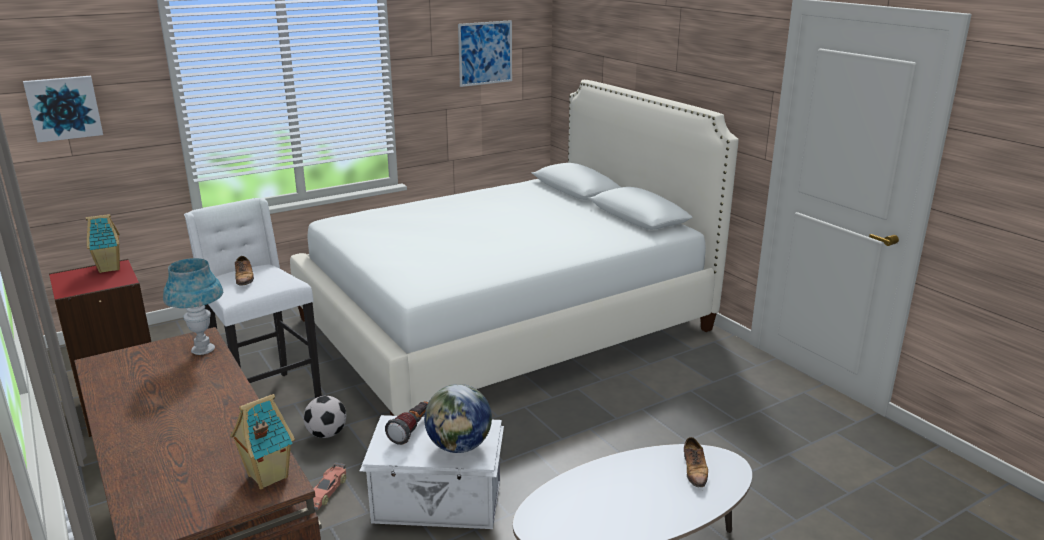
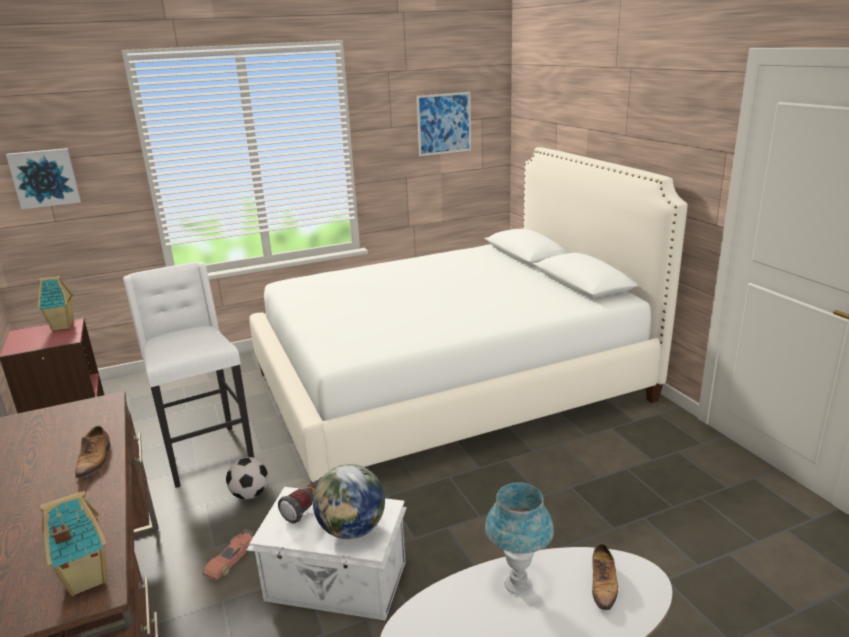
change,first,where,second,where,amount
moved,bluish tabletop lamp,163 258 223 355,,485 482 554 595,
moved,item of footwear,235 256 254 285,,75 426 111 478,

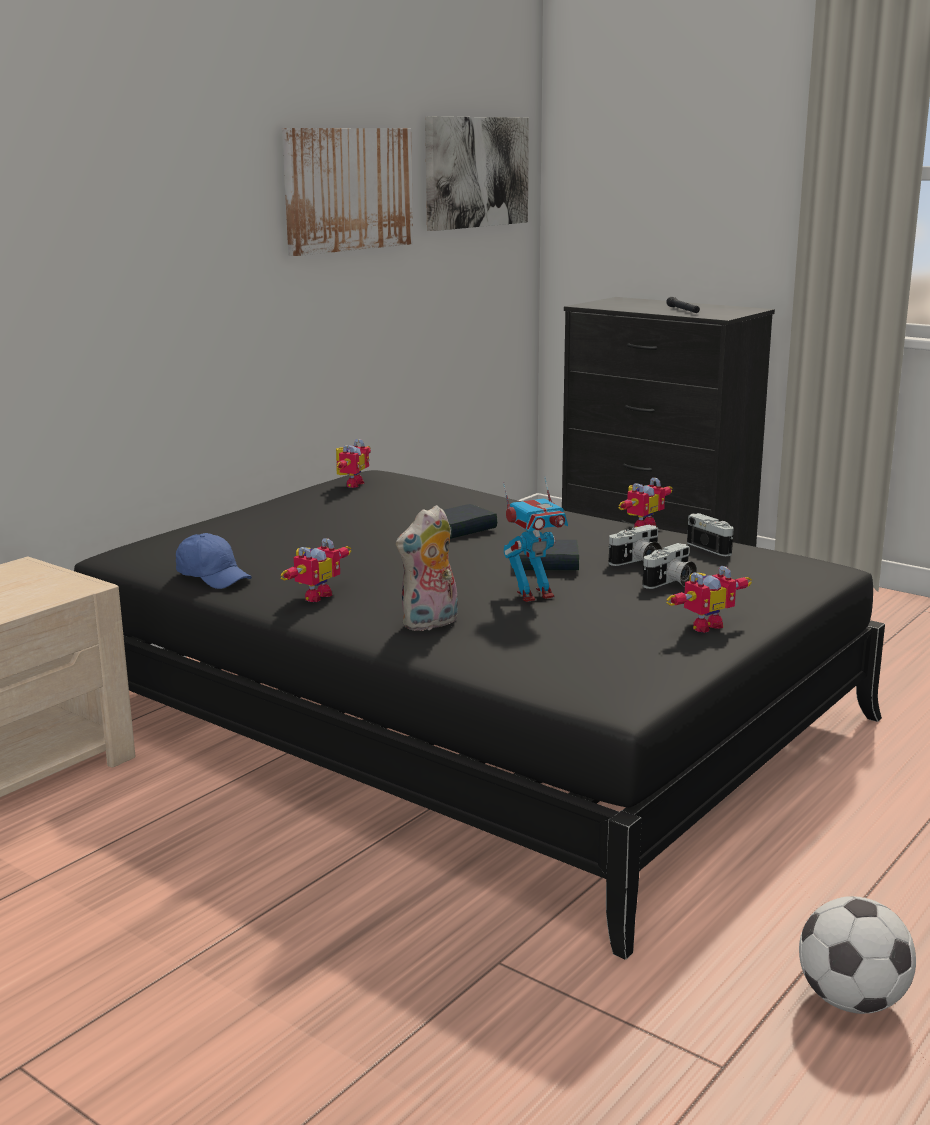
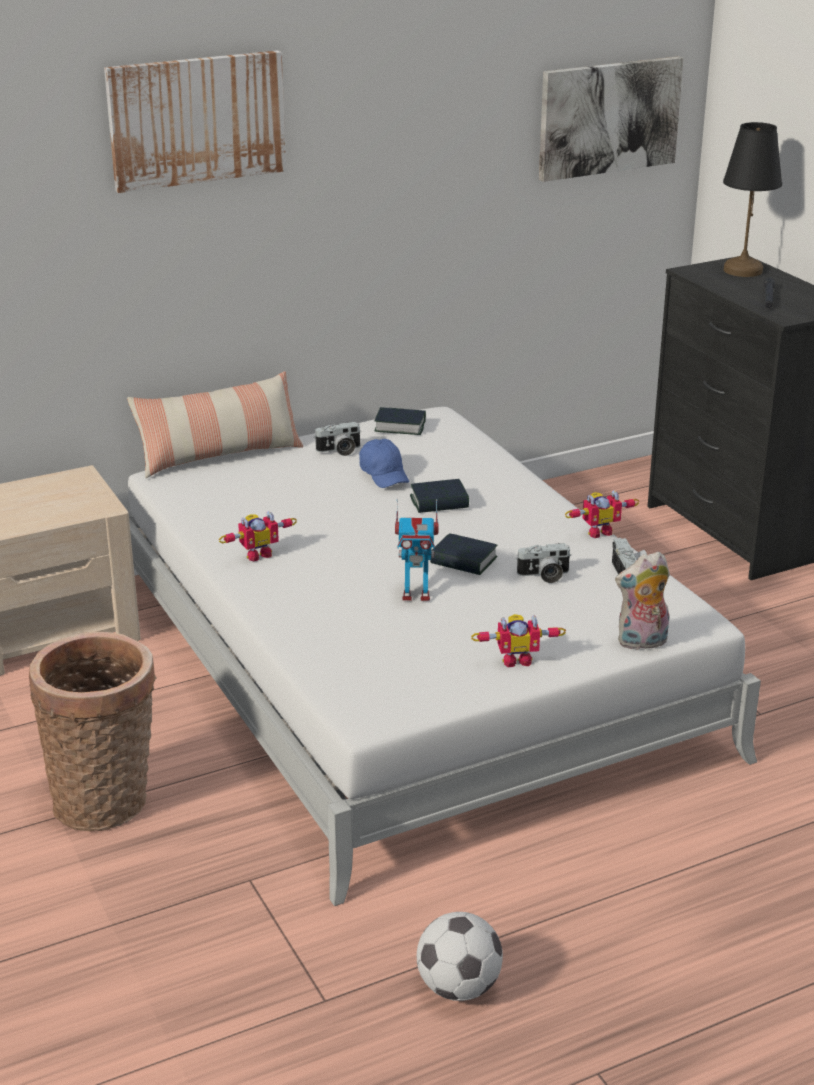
change,first,where,second,where,amount
added,,,storage basket,29 632 156 831,
added,,,cushion,127 371 303 478,
added,,,black tabletop lamp,723 122 782 277,
moved,bluish cap,176 533 252 589,,359 439 410 488,
moved,picture,282 128 413 256,,104 50 286 193,
moved,plush toy,396 505 458 631,,615 551 670 650,
moved,still camera,642 543 697 589,,314 422 360 456,
replaced,robot figure,336 439 371 488,volume,374 407 426 435,
recoloured,black sleeping bed,74 470 885 960,whitish sleeping bed,128 407 761 906,

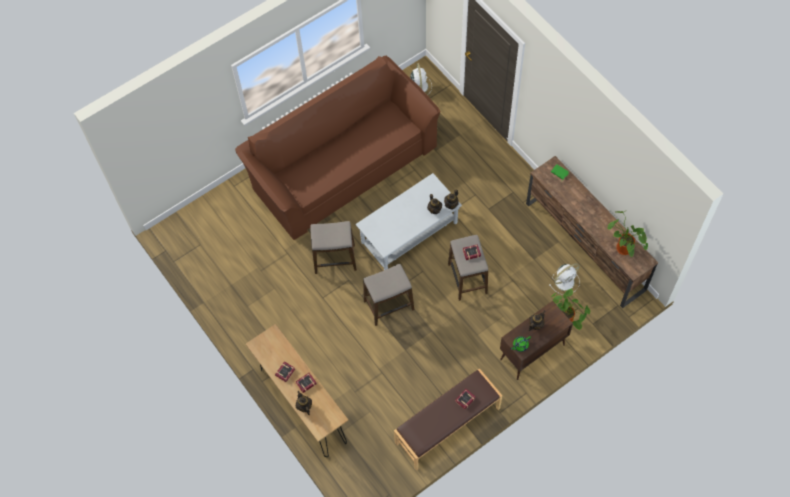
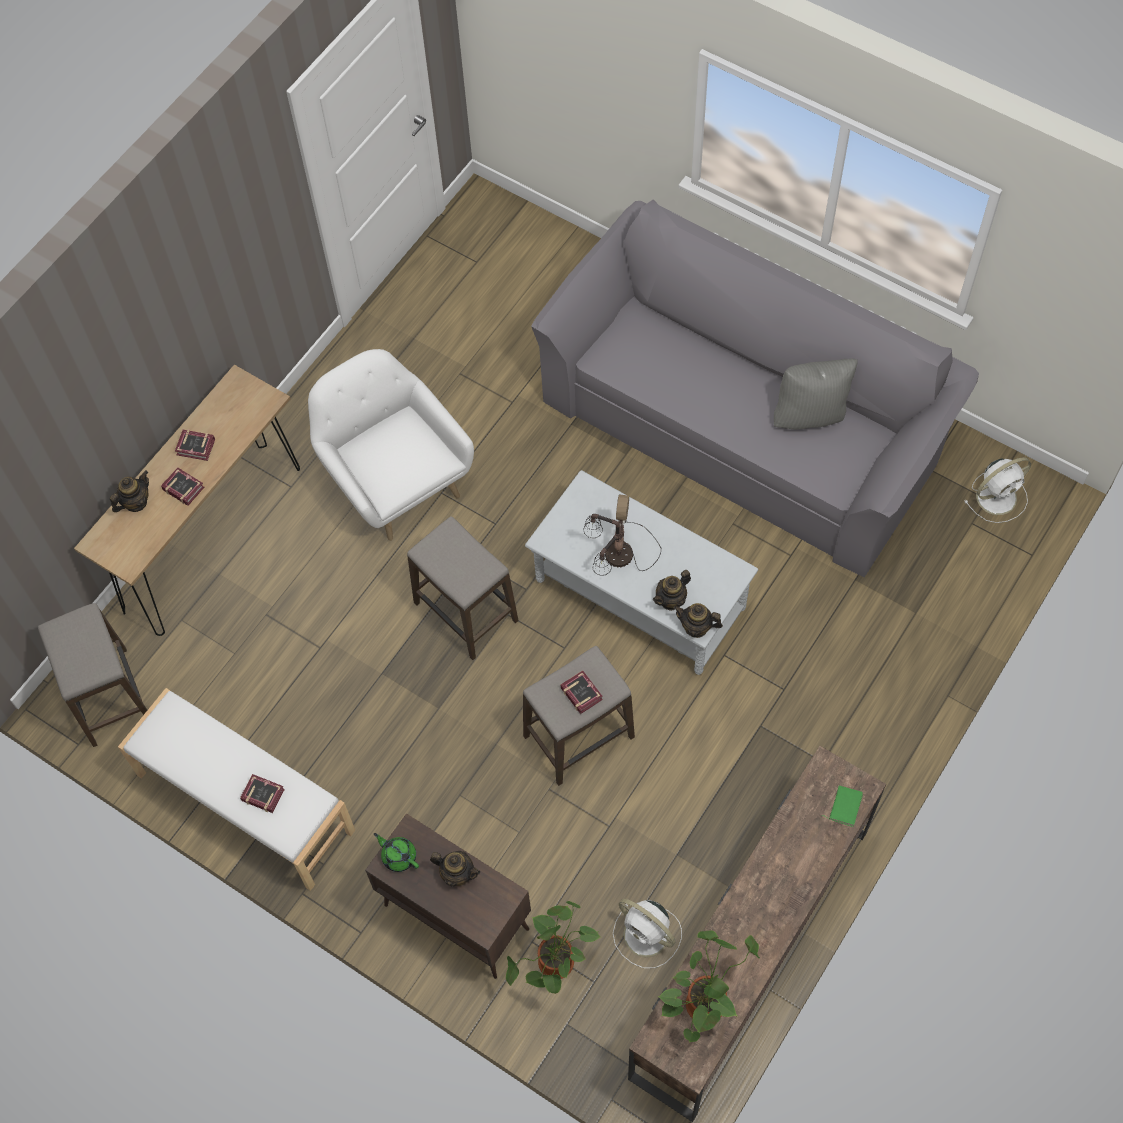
change,first,where,second,where,amount
added,,,whitish armchair,308 349 474 541,
added,,,tabletop lamp,584 494 661 576,
added,,,grey cushion,774 358 858 429,
moved,stool,310 221 357 274,,38 603 147 747,
recoloured,brown-coloured settee,235 56 440 240,grey settee,531 200 979 577,
recoloured,brown-coloured long seat,394 368 502 471,whitish long seat,118 688 355 891,

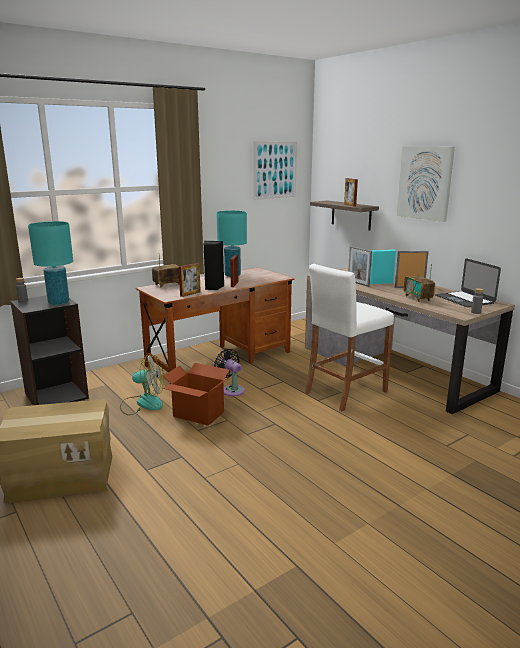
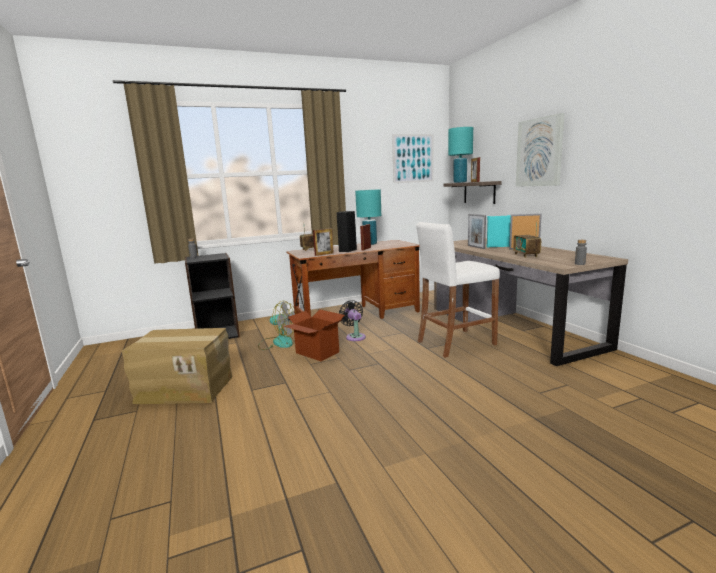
change,first,where,second,where,amount
removed,notebook computer,435 258 501 307,,,
moved,turquoise-coloured tabletop lamp,28 221 73 305,,448 127 473 183,

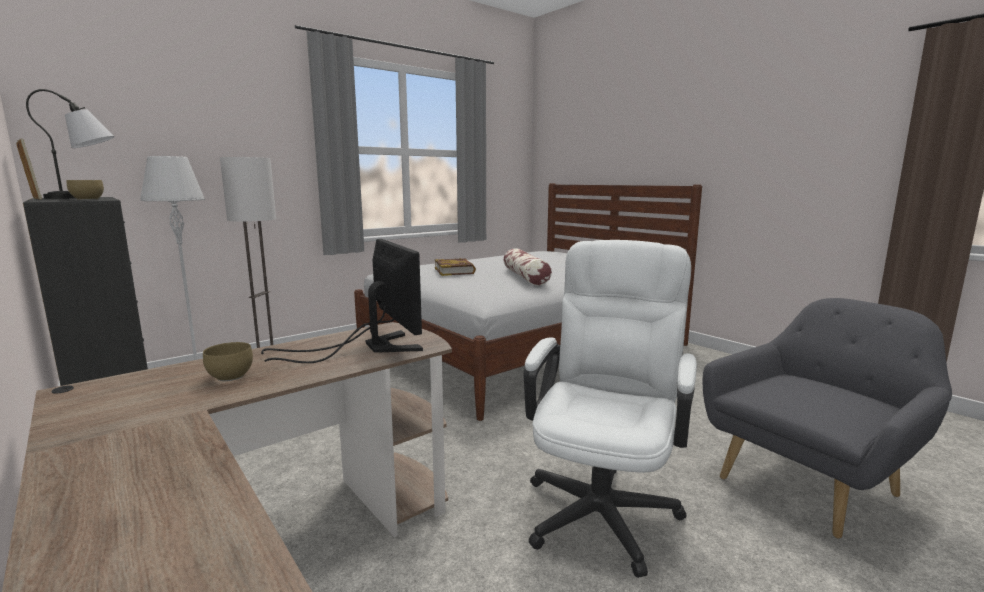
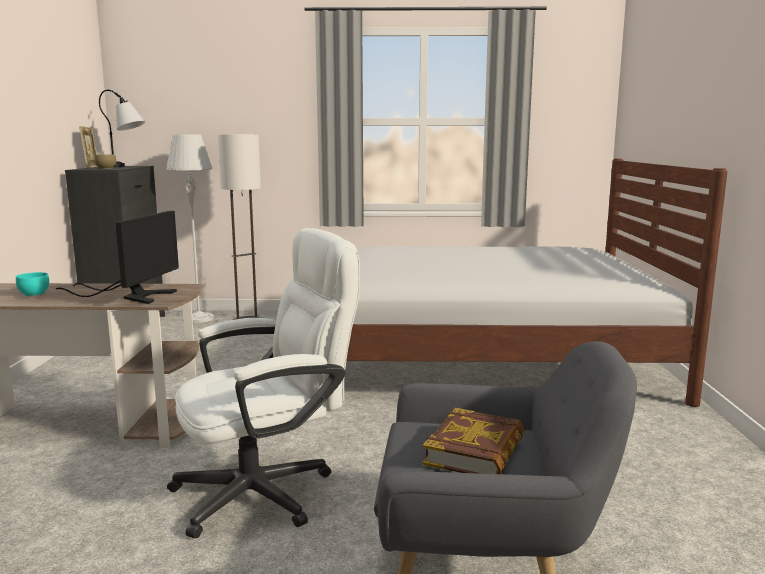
change,first,where,second,where,amount
removed,cushion,504 248 552 286,,,
moved,volume,435 258 476 276,,423 408 524 474,
recoloured,brown-coloured serving bowl,203 342 253 381,turquoise-coloured serving bowl,16 272 49 296,

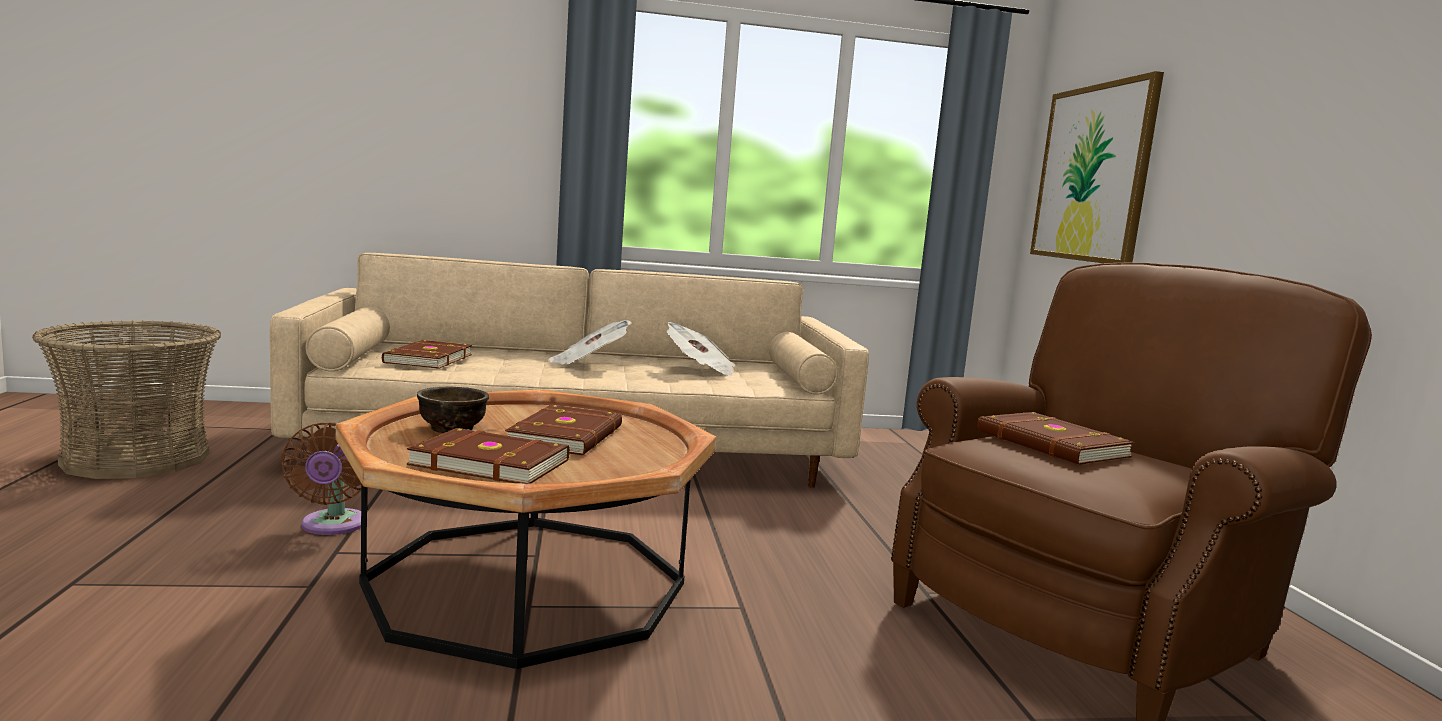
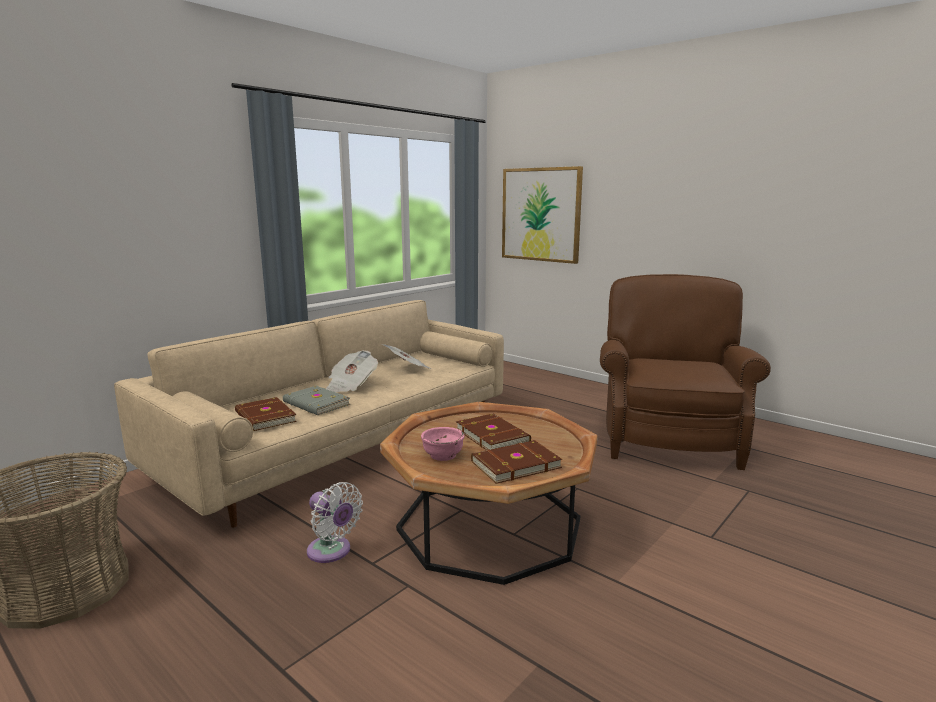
change,first,where,second,where,amount
removed,brown-coloured volume,977 412 1134 465,,,
added,,,grey volume,283 386 351 415,
recoloured,brown-coloured cooling fan,281 422 361 535,whitish cooling fan,307 482 363 563,
recoloured,brown-coloured serving bowl,417 387 489 433,pinkish serving bowl,421 427 464 461,

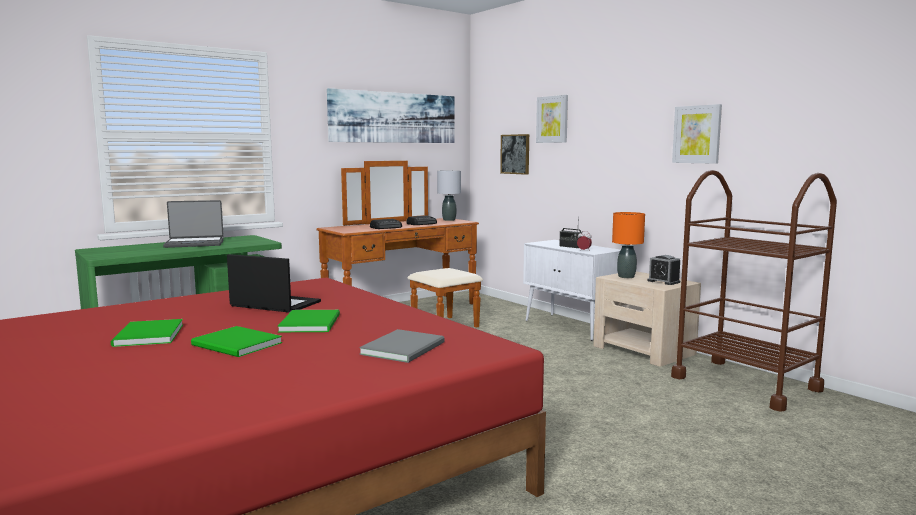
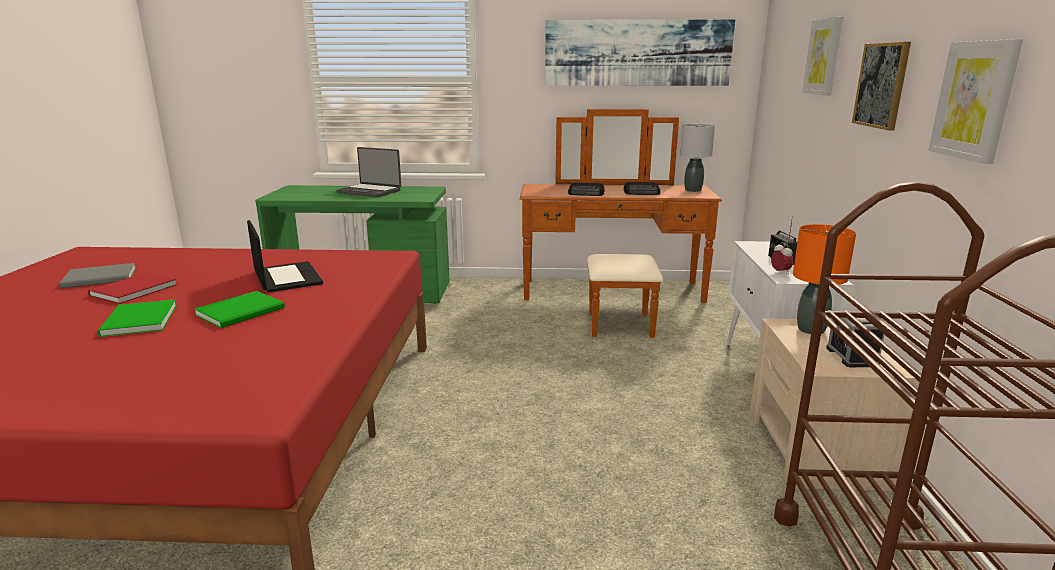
change,first,where,second,where,amount
moved,grey volume,359 329 445 363,,60 263 136 289,
moved,picture,500 134 529 175,,852 42 911 130,
recoloured,green volume,111 319 183 347,red-coloured volume,88 273 177 304,

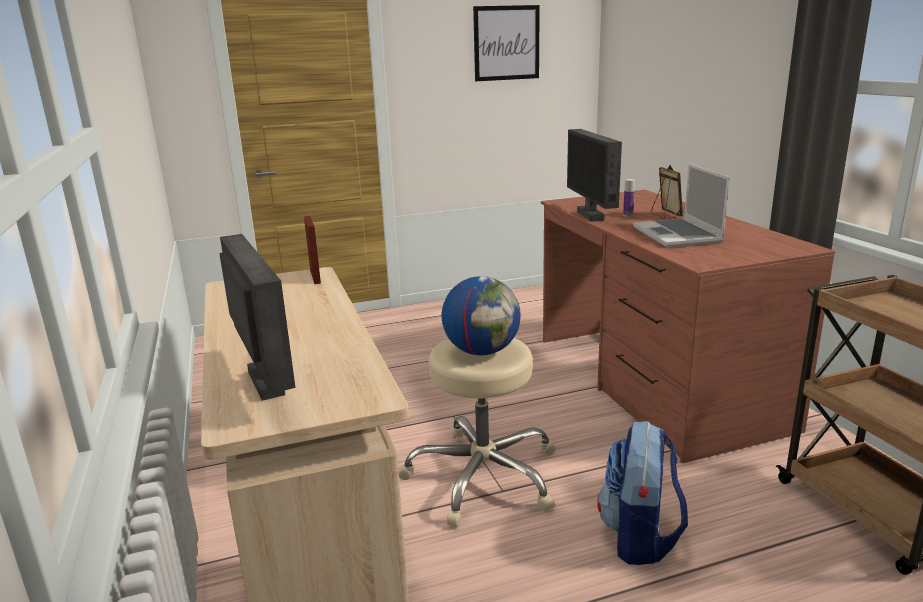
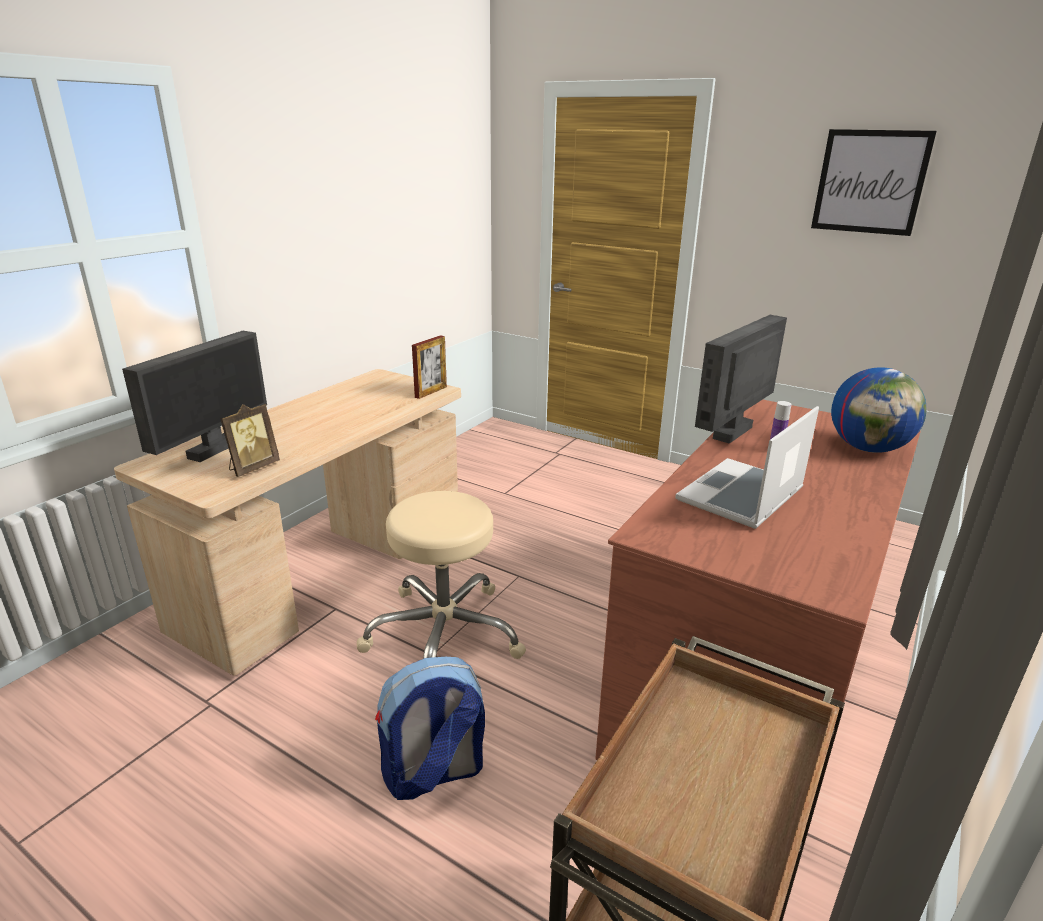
change,first,where,second,where,amount
moved,world globe,442 276 521 355,,831 368 926 453,
moved,picture frame,651 165 683 219,,220 404 280 477,

